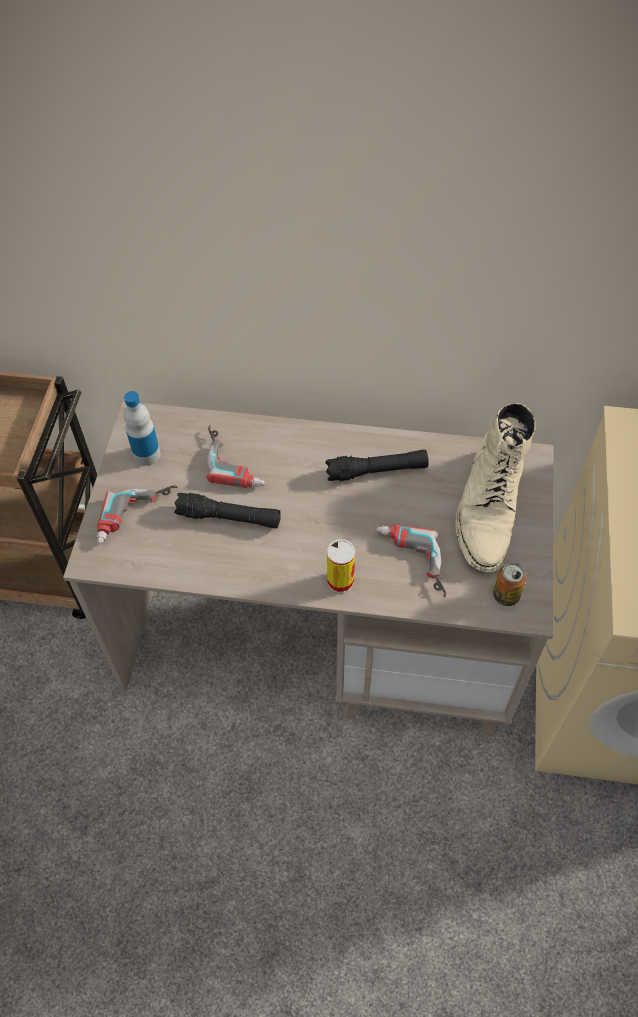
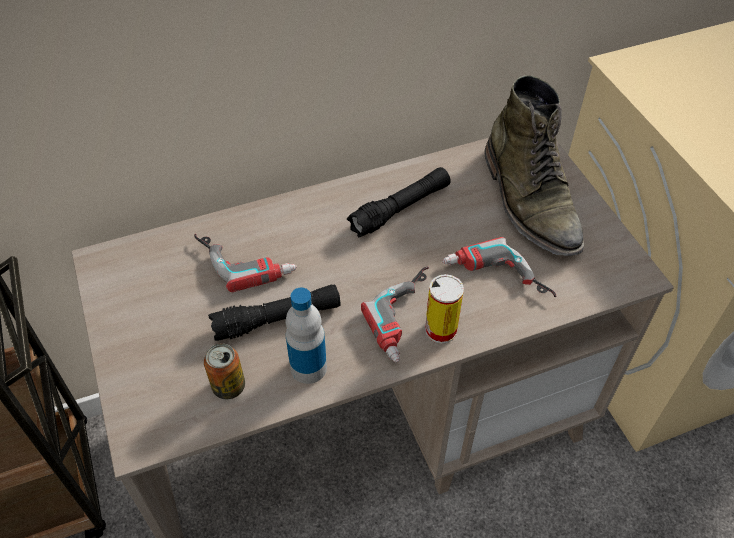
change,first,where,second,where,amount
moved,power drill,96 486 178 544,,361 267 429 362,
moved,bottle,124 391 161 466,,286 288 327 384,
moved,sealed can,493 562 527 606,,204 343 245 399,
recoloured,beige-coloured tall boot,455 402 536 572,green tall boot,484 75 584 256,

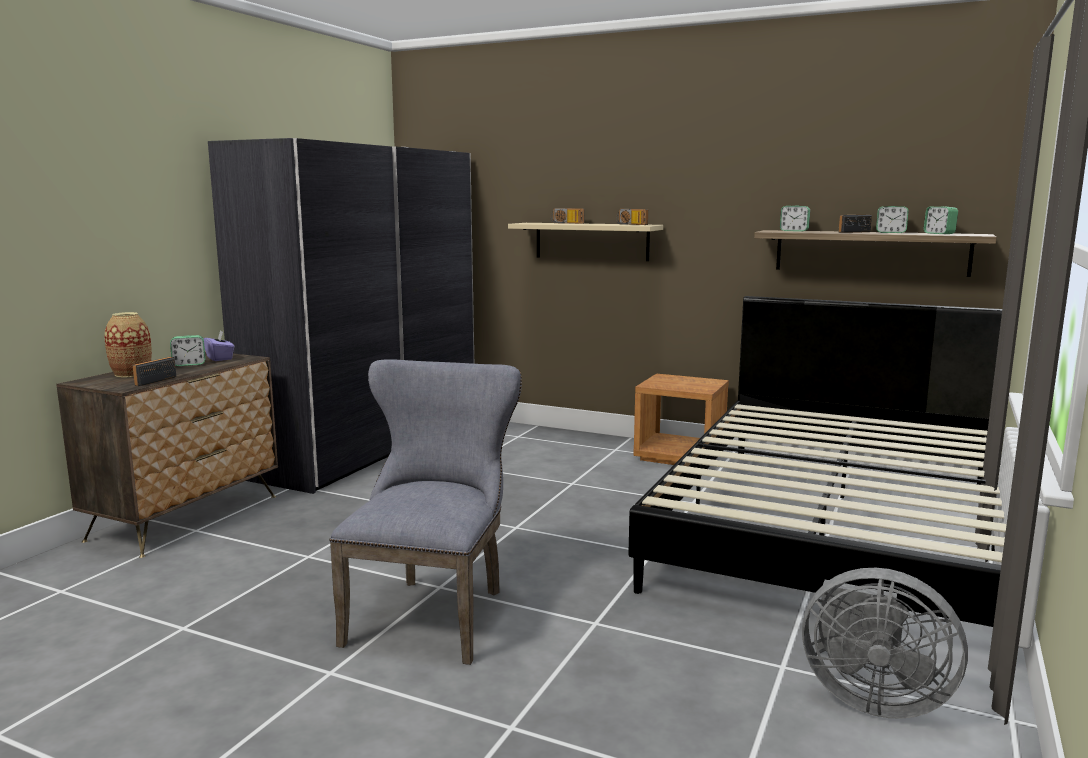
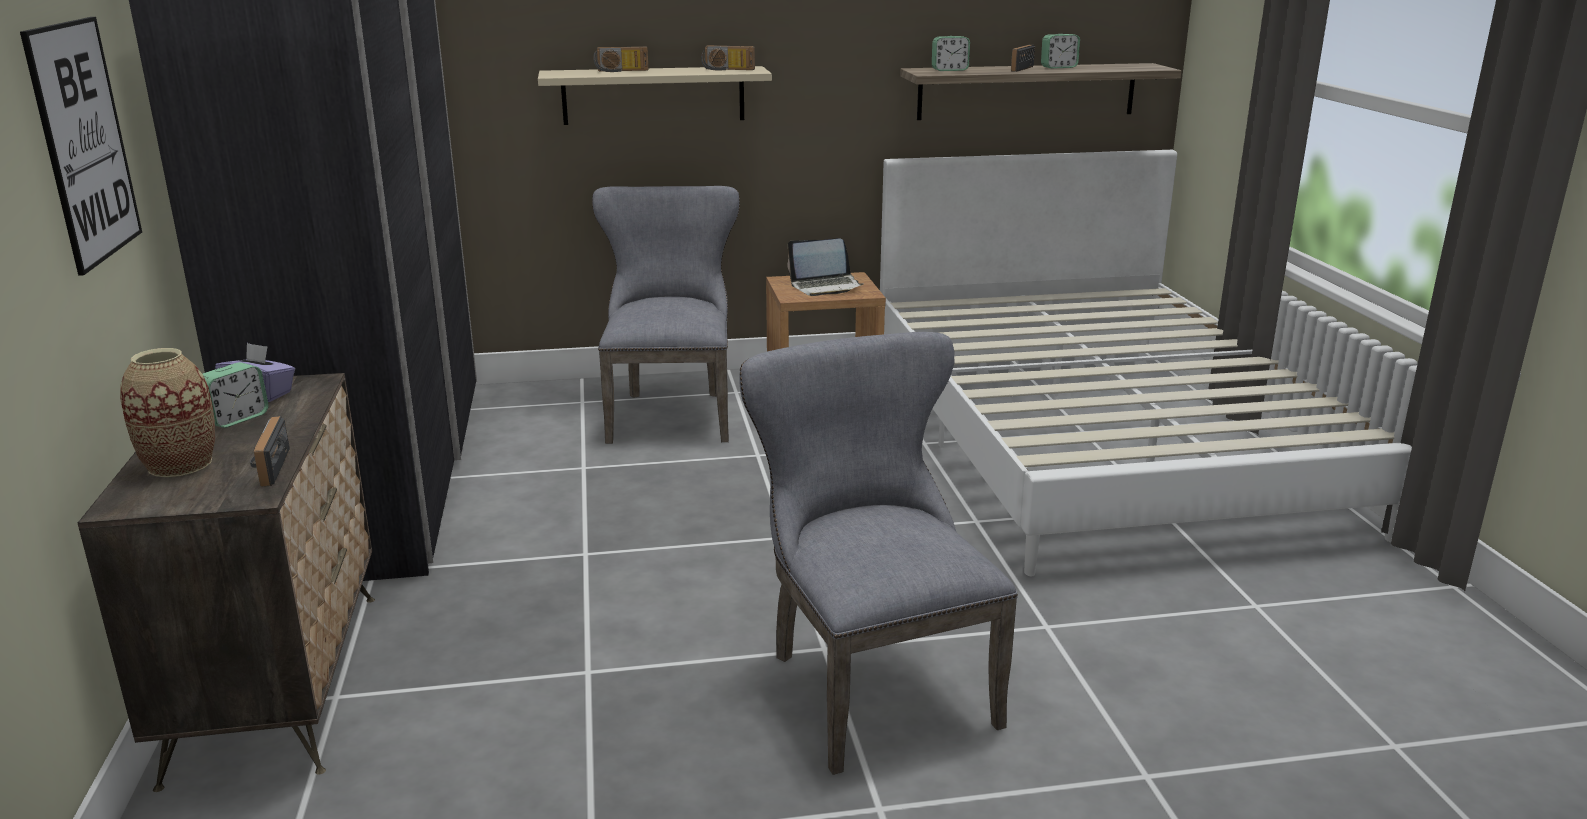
change,first,where,second,where,amount
removed,grey cooling fan,802 568 968 719,,,
removed,alarm clock,924 206 958 234,,,
added,,,picture,20 17 142 276,
added,,,grey chair,592 186 740 444,
added,,,notebook computer,787 238 863 296,
recoloured,black sleeping bed,628 296 1007 627,whitish sleeping bed,880 150 1412 576,

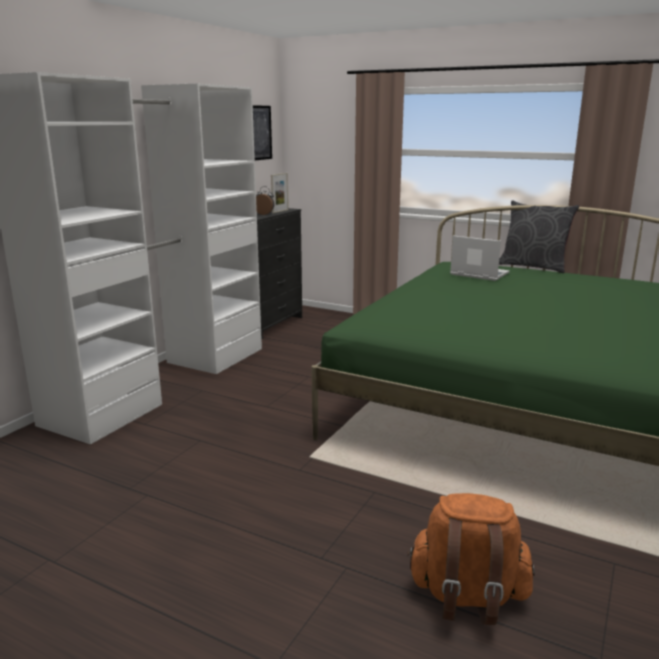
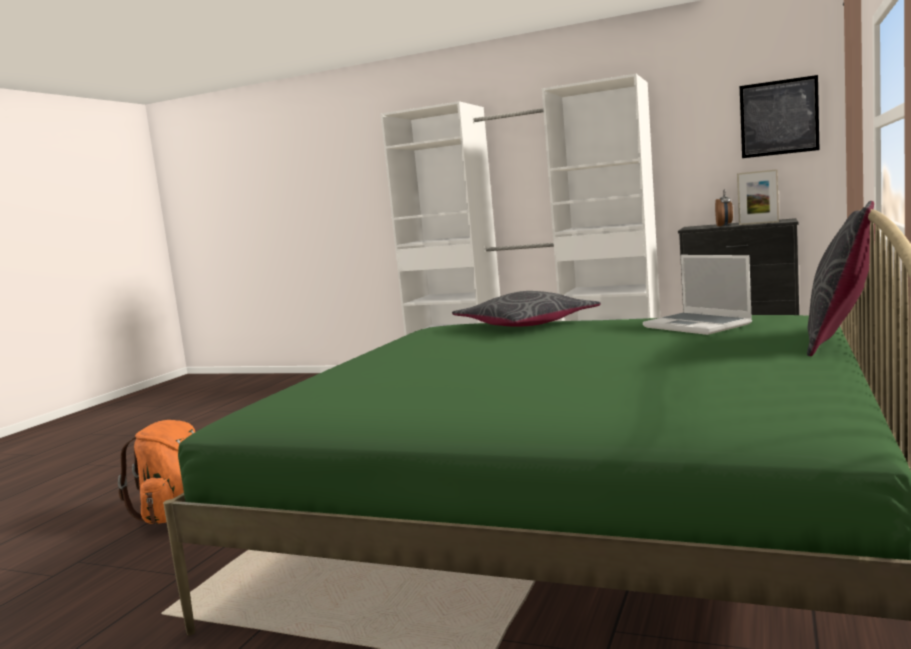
change,first,where,second,where,amount
added,,,grey cushion,452 291 601 327,
turned,notebook computer,450 236 510 281,,643 255 752 335,120 degrees clockwise

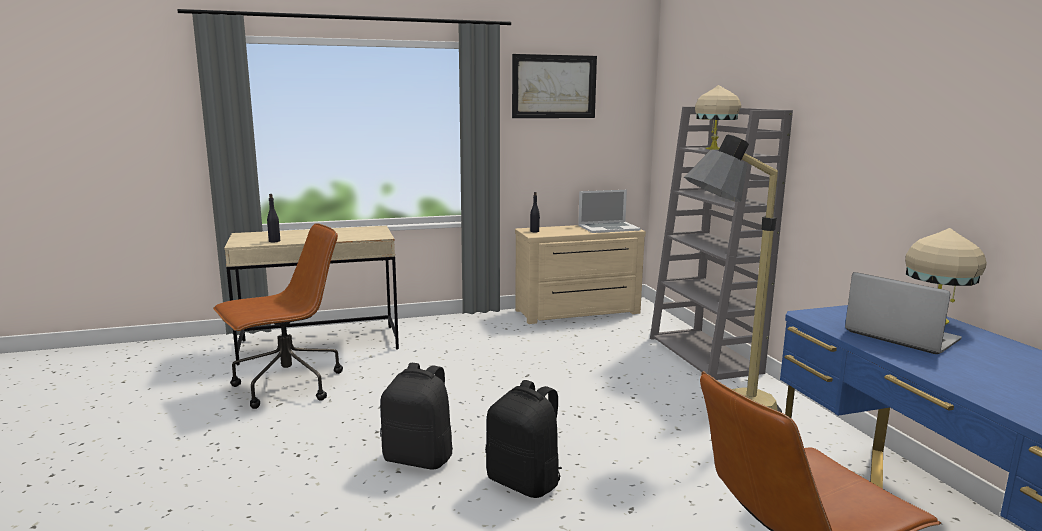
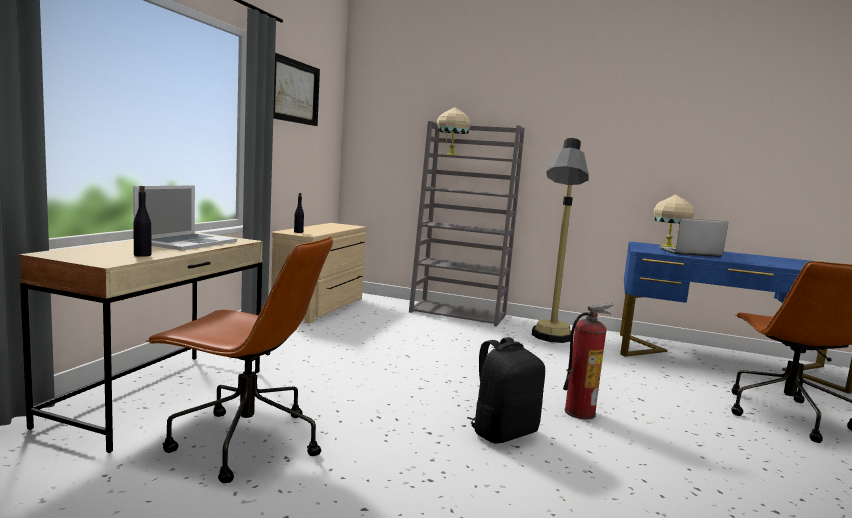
change,first,where,second,where,amount
moved,notebook computer,578 190 641 233,,133 185 237 250,
replaced,black backpack,485 380 562 498,fire extinguisher,563 303 614 420,
turned,brown-coloured desk chair,213 223 343 409,,145 236 333 483,105 degrees clockwise

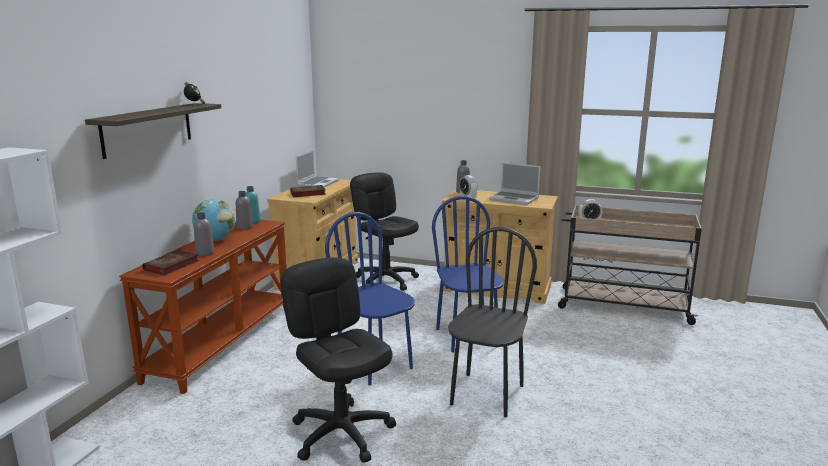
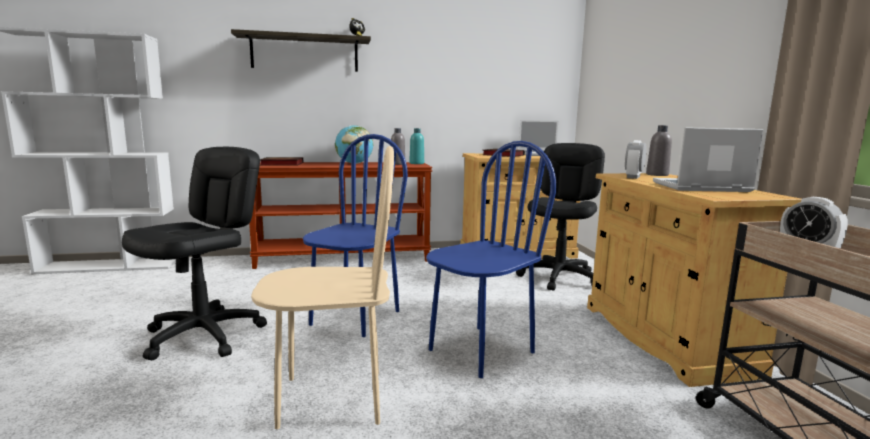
change,first,where,second,where,amount
removed,grey bottle,194 212 214 256,,,
recoloured,black chair,448 227 537 417,beige-coloured chair,251 146 394 429,
turned,notebook computer,489 162 541 205,,653 127 764 192,90 degrees clockwise

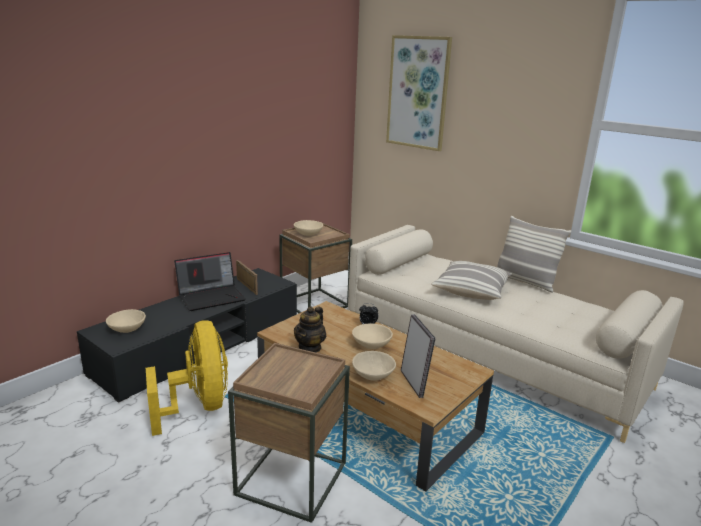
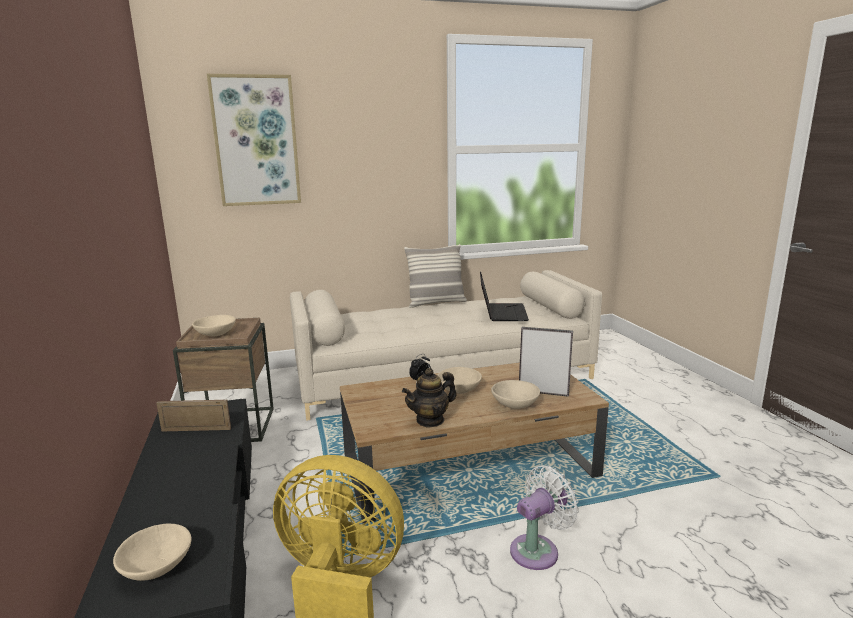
change,first,where,second,where,amount
removed,cushion,431 261 512 300,,,
moved,notebook computer,174 252 246 311,,480 272 529 321,
replaced,brown-coloured side table,228 343 350 523,whitish cooling fan,510 465 579 570,
turned,teapot,294 306 326 353,,402 368 457 428,90 degrees clockwise

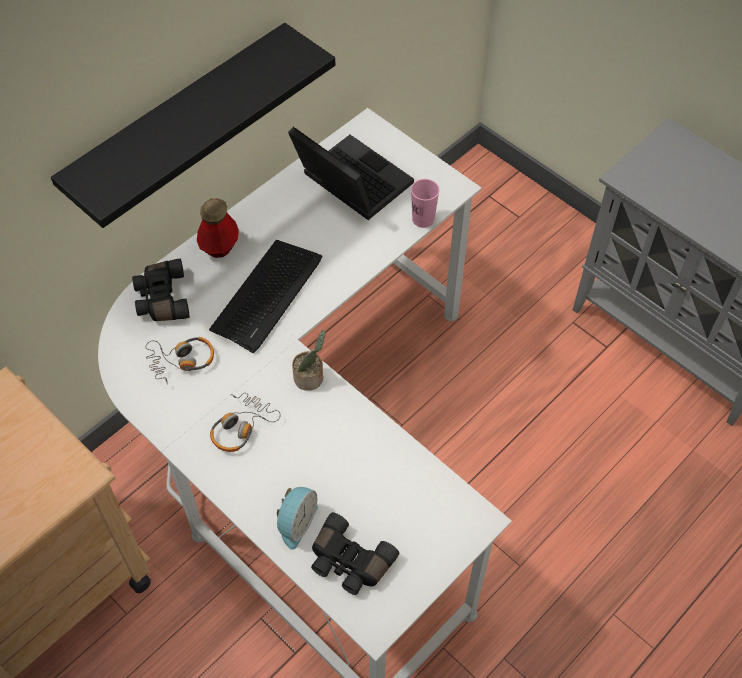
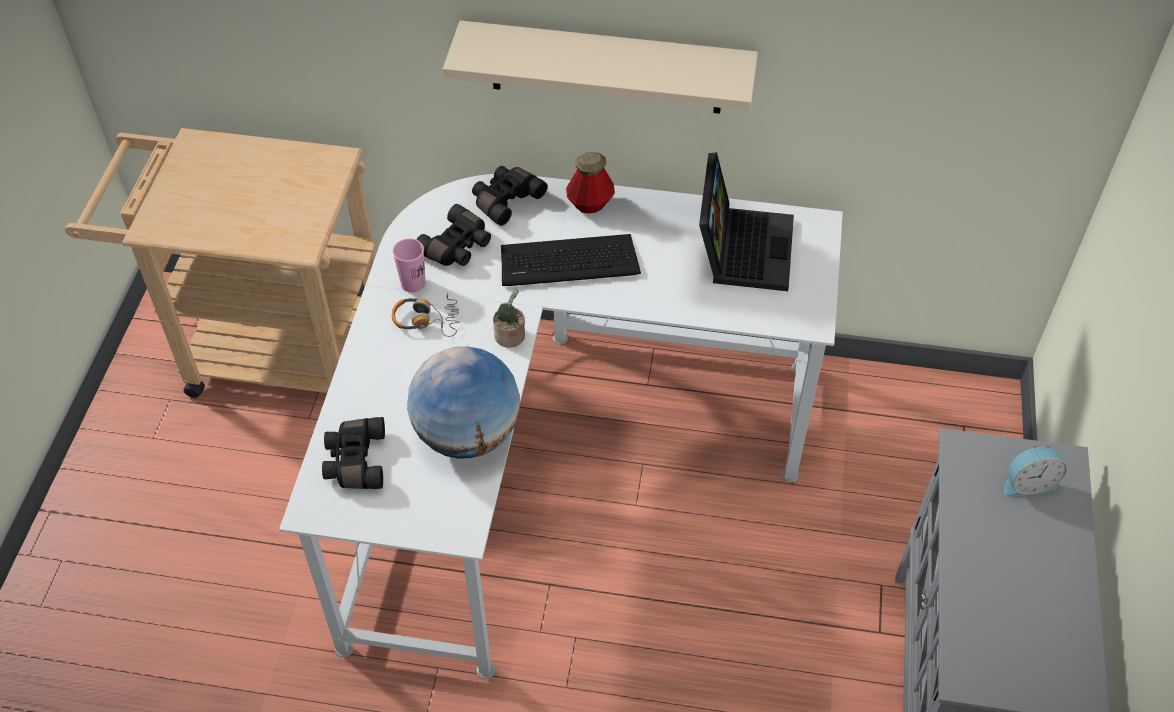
change,first,where,second,where,amount
added,,,world globe,407 346 520 458,
moved,alarm clock,277 487 318 550,,1004 446 1067 497,
moved,pinkish small cup,411 179 439 228,,392 238 426 293,
replaced,headphones,145 337 214 385,black field glasses,416 204 491 266,
recoloured,black shelf,51 23 335 228,beige-coloured shelf,443 21 758 114,

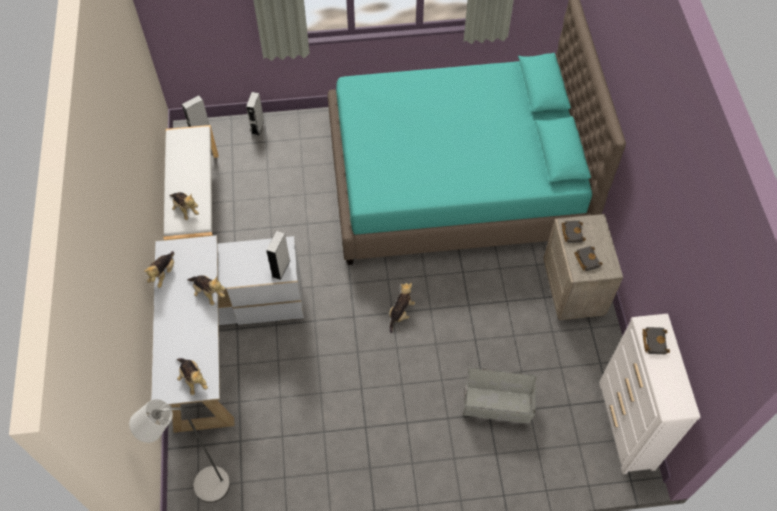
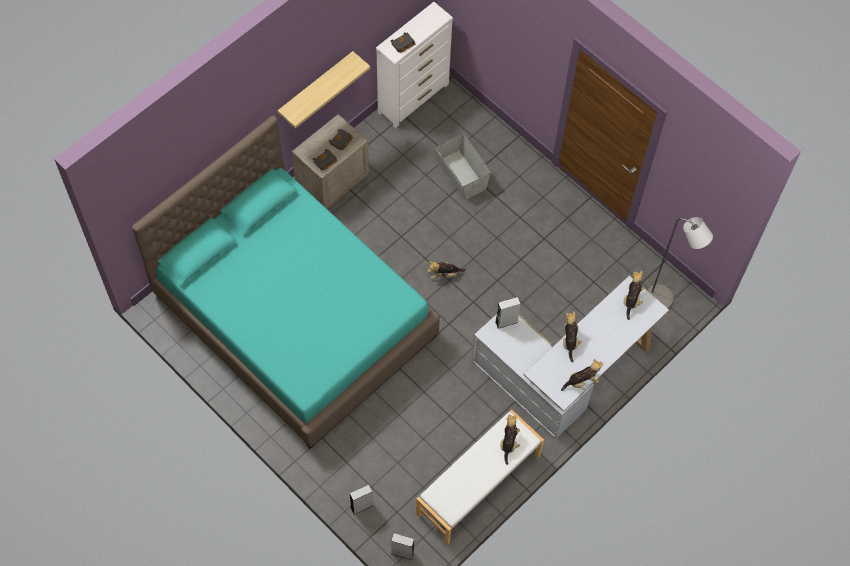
change,first,where,second,where,amount
added,,,shelf,278 51 370 128,

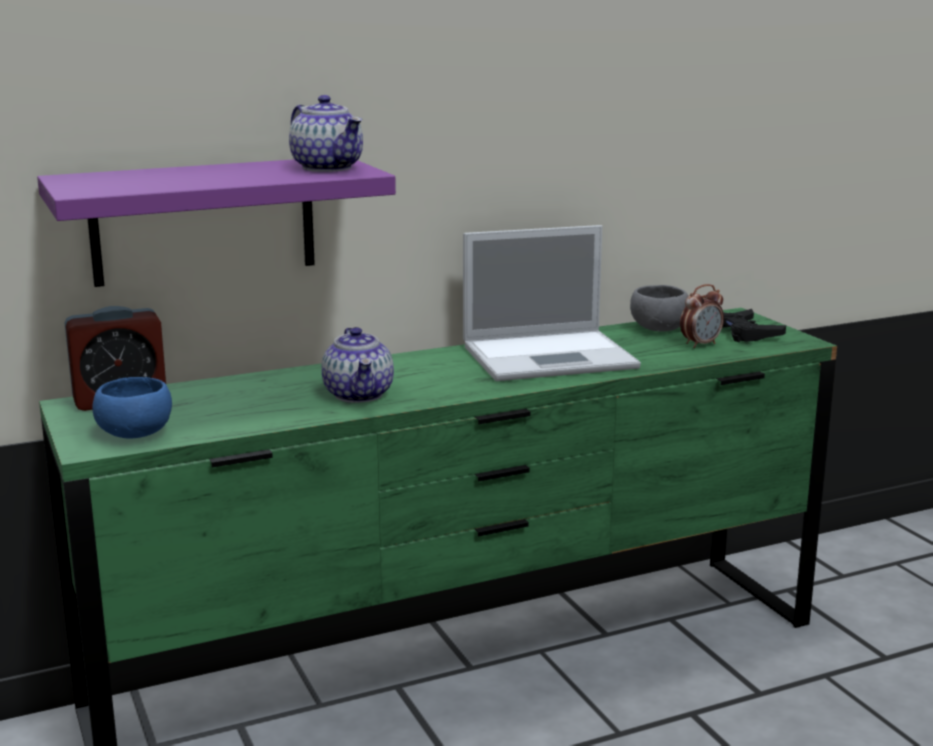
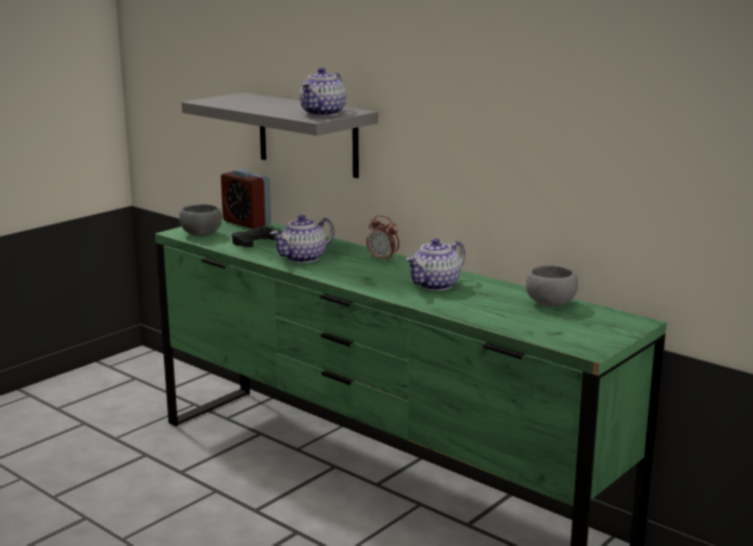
change,first,where,second,where,amount
moved,alarm clock,680 284 724 348,,366 216 399 262,
moved,black gamepad,722 309 786 342,,232 226 282 247,
replaced,notebook computer,463 225 641 381,teapot,405 238 465 291,
recoloured,purplish shelf,37 159 396 287,grey shelf,181 93 378 178,
recoloured,bluish serving bowl,92 377 172 439,grey serving bowl,179 204 222 236,

